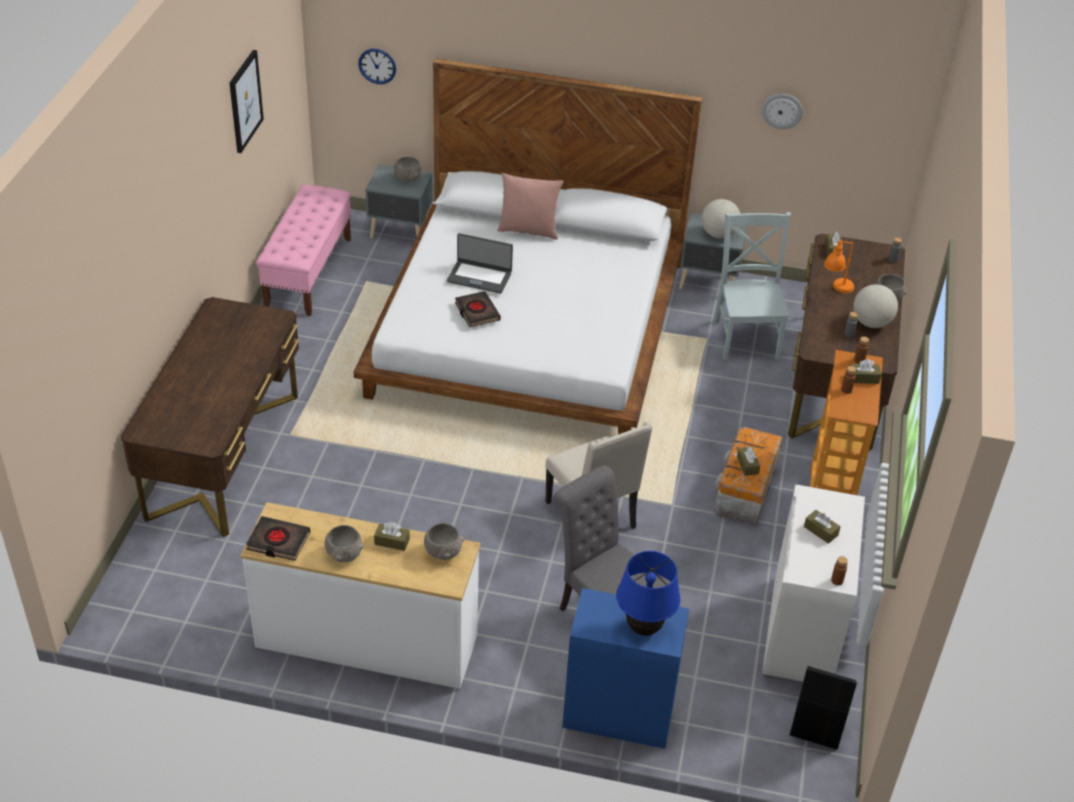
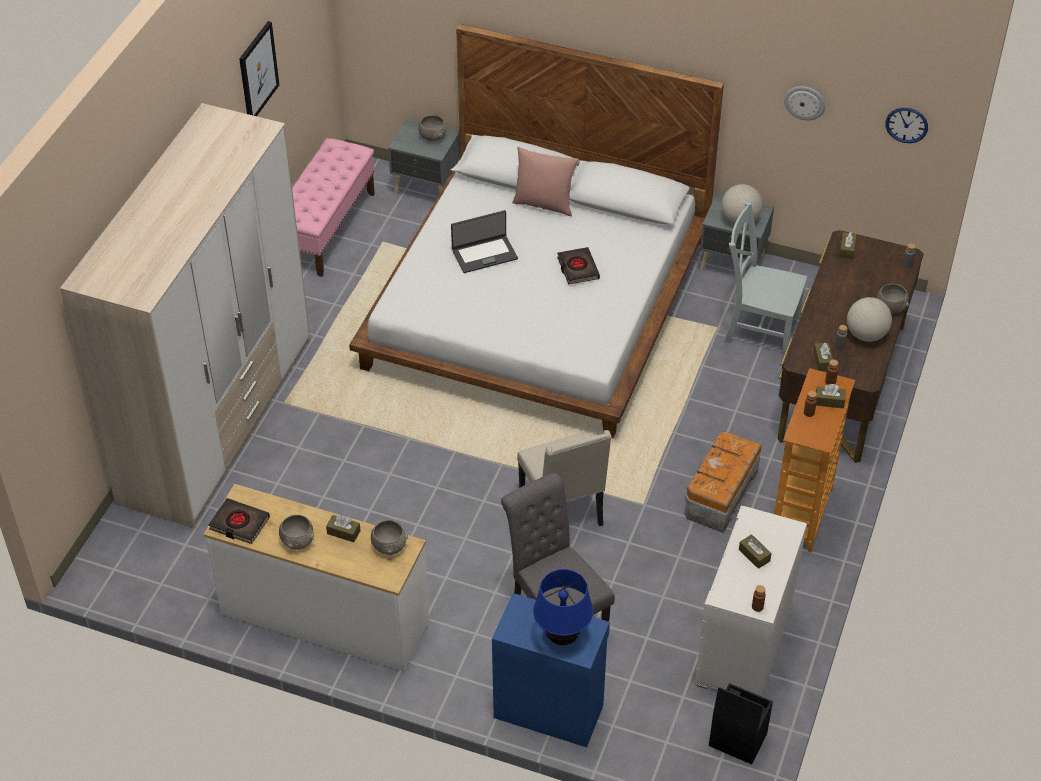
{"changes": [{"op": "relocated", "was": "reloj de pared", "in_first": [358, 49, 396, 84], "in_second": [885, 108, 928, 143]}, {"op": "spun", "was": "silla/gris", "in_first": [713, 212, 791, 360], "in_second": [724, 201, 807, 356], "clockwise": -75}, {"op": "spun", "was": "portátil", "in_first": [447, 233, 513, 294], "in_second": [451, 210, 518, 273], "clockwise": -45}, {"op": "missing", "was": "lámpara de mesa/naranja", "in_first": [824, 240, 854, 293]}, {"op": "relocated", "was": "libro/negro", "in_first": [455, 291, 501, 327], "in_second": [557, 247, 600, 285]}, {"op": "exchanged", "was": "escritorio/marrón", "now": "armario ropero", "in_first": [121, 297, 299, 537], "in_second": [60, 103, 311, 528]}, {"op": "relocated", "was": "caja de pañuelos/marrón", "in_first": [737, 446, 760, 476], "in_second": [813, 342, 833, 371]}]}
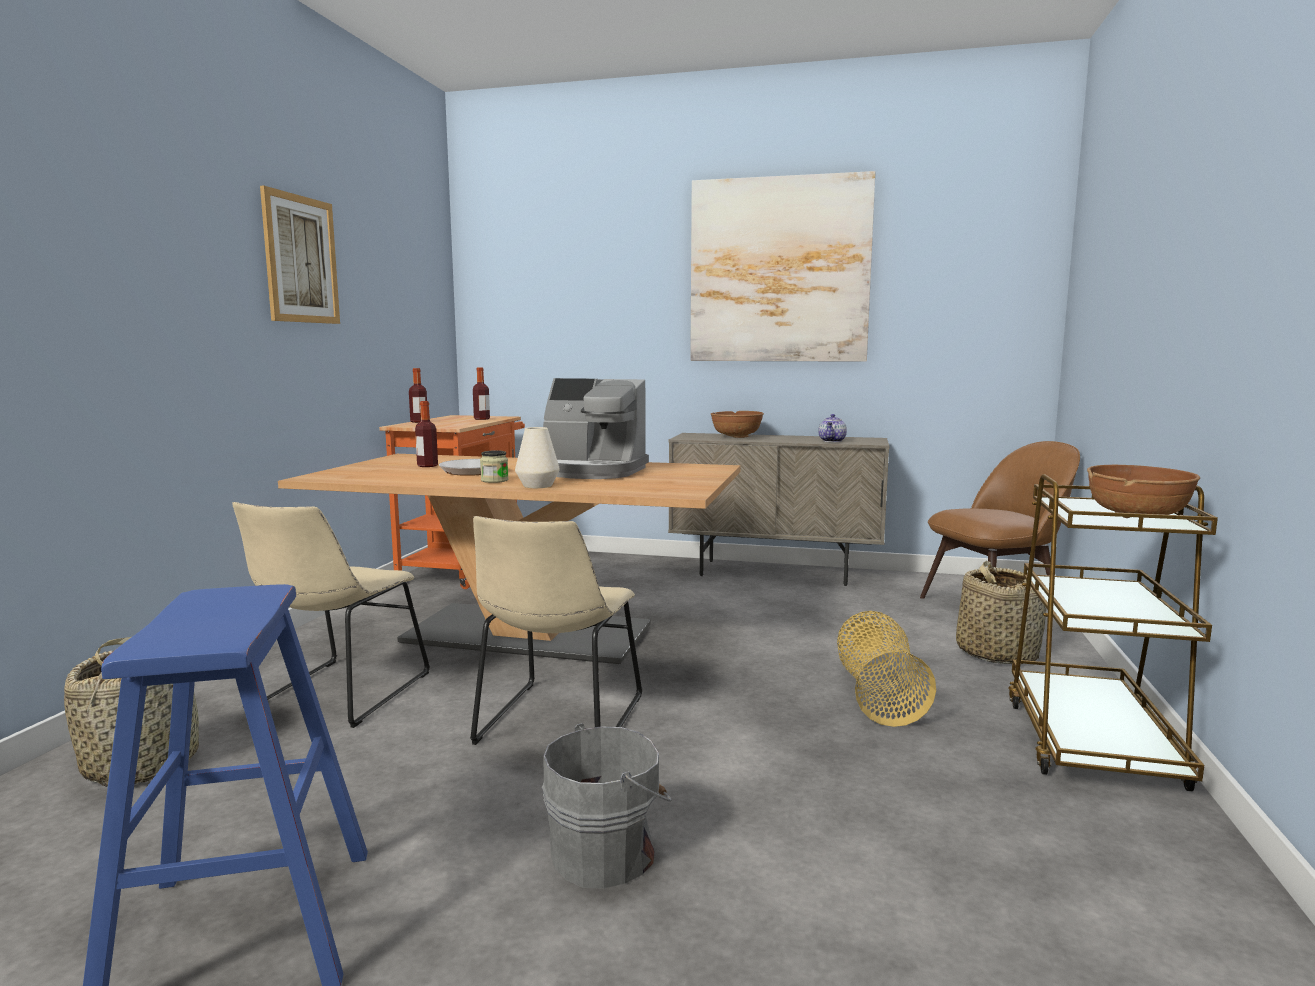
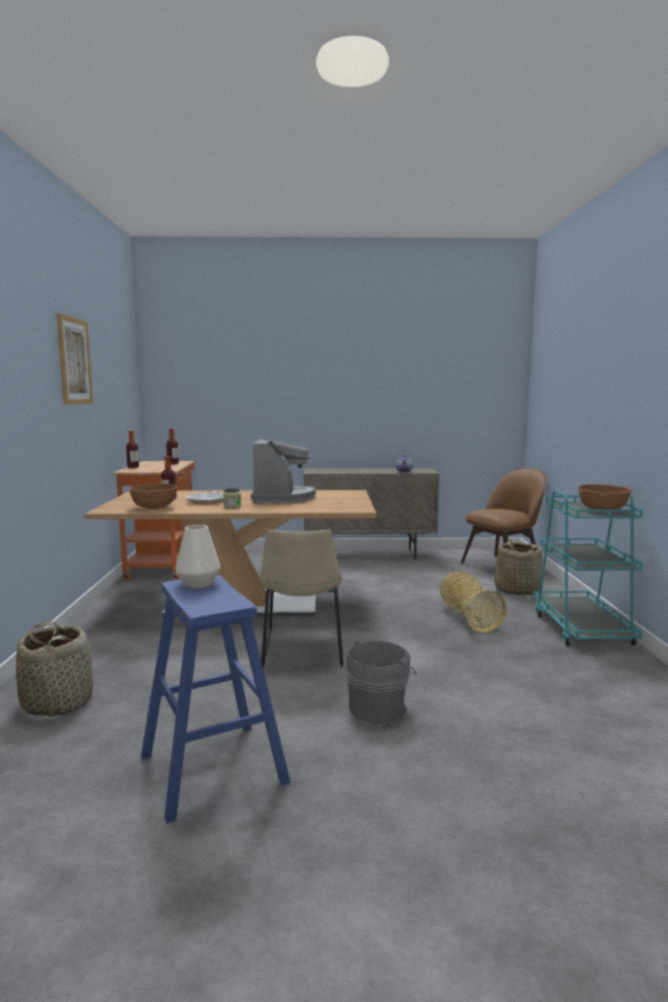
{"changes": [{"op": "missing", "was": "cuadro", "in_first": [690, 171, 876, 362]}, {"op": "spun", "was": "cafetera", "in_first": [543, 378, 649, 479], "in_second": [251, 439, 316, 503], "clockwise": -90}, {"op": "relocated", "was": "cuenco/marrón", "in_first": [711, 411, 764, 438], "in_second": [129, 484, 178, 510]}, {"op": "relocated", "was": "florero/blanco", "in_first": [515, 427, 560, 488], "in_second": [175, 525, 221, 588]}, {"op": "colour", "was": "carrito/marrón", "now": "carrito/turquesa", "in_first": [1008, 474, 1218, 791], "in_second": [534, 491, 643, 646]}, {"op": "missing", "was": "silla/beis", "in_first": [232, 502, 430, 728]}]}
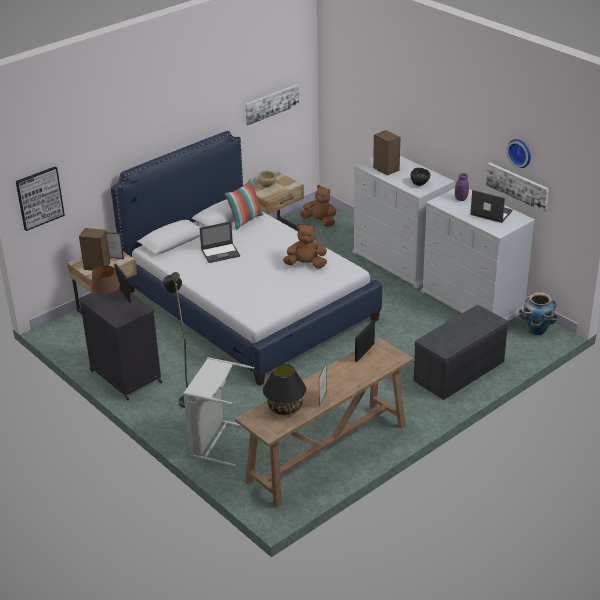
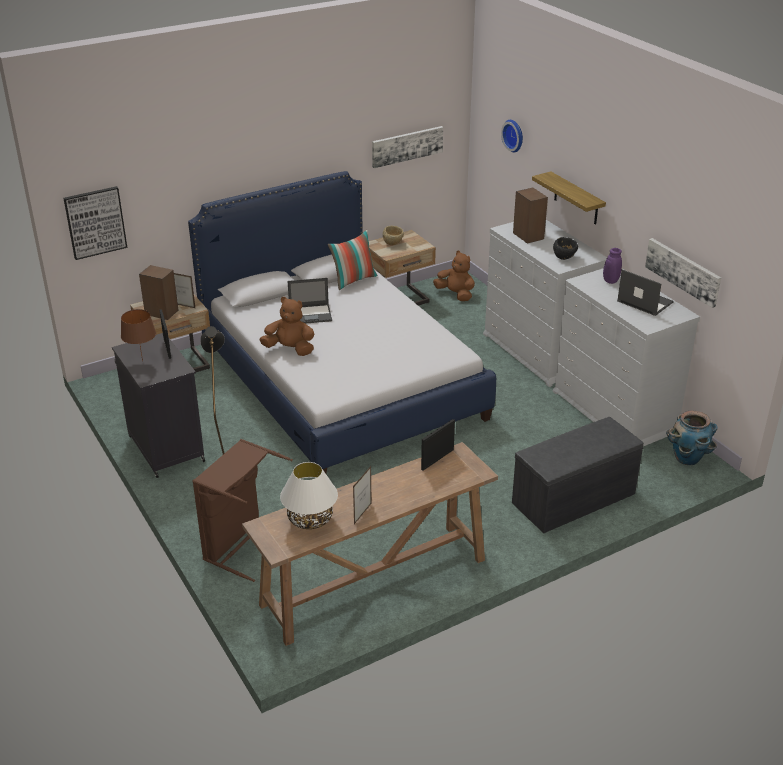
{"changes": [{"op": "relocated", "was": "reloj de pared", "in_first": [506, 139, 531, 168], "in_second": [501, 120, 523, 153]}, {"op": "relocated", "was": "peluche/marrón", "in_first": [283, 224, 327, 269], "in_second": [259, 297, 315, 356]}, {"op": "colour", "was": "cesto de la ropa/gris", "now": "cesto de la ropa/marrón", "in_first": [183, 357, 254, 466], "in_second": [192, 439, 293, 582]}, {"op": "colour", "was": "lámpara de mesa/negro", "now": "lámpara de mesa/blanco", "in_first": [263, 364, 306, 415], "in_second": [280, 462, 338, 529]}, {"op": "appeared", "now": "estante", "in_second": [532, 171, 606, 224]}]}
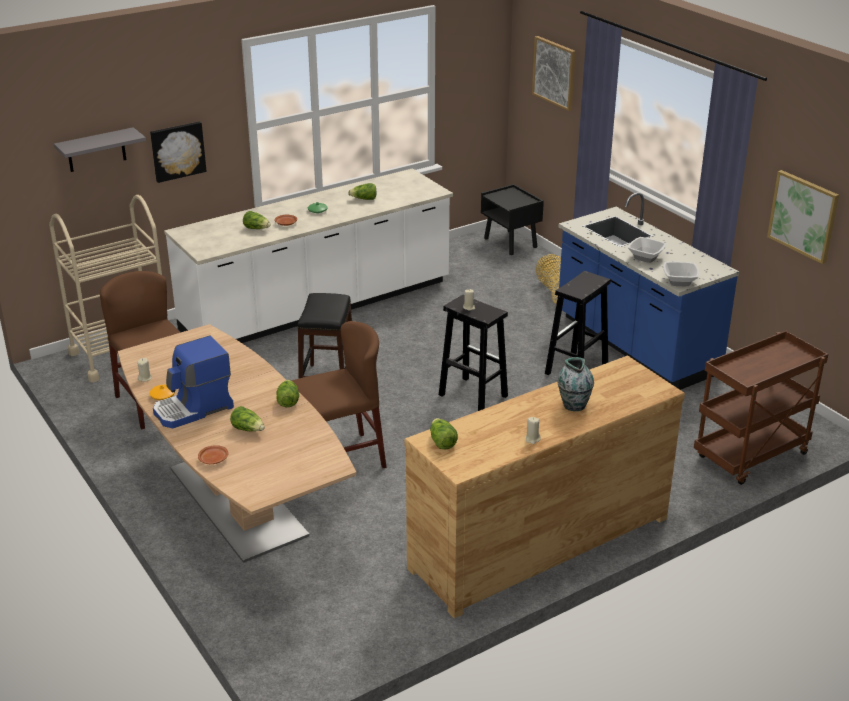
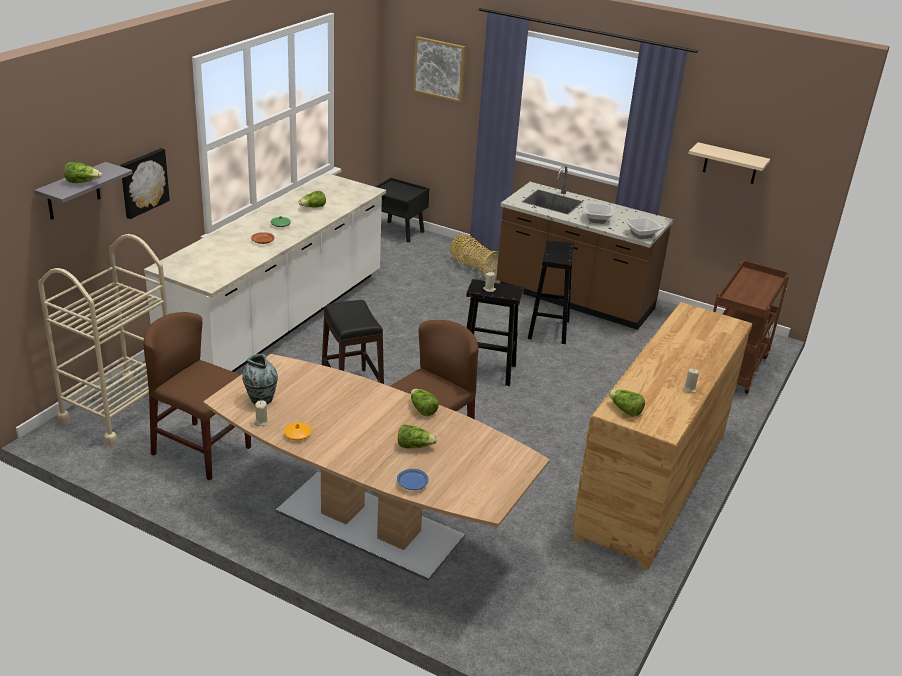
{"changes": [{"op": "exchanged", "was": "cuadro", "now": "estante/beis", "in_first": [767, 170, 839, 264], "in_second": [688, 142, 770, 184]}, {"op": "colour", "was": "mueble bajo de cocina/azul", "now": "mueble bajo de cocina/marrón", "in_first": [558, 192, 739, 390], "in_second": [496, 165, 674, 330]}, {"op": "relocated", "was": "lechuga", "in_first": [243, 211, 271, 229], "in_second": [64, 162, 102, 183]}, {"op": "missing", "was": "cafetera", "in_first": [153, 336, 234, 428]}, {"op": "relocated", "was": "florero", "in_first": [557, 357, 594, 411], "in_second": [242, 354, 278, 404]}, {"op": "colour", "was": "plato/marrón", "now": "plato/azul", "in_first": [198, 445, 229, 464], "in_second": [397, 469, 429, 490]}]}
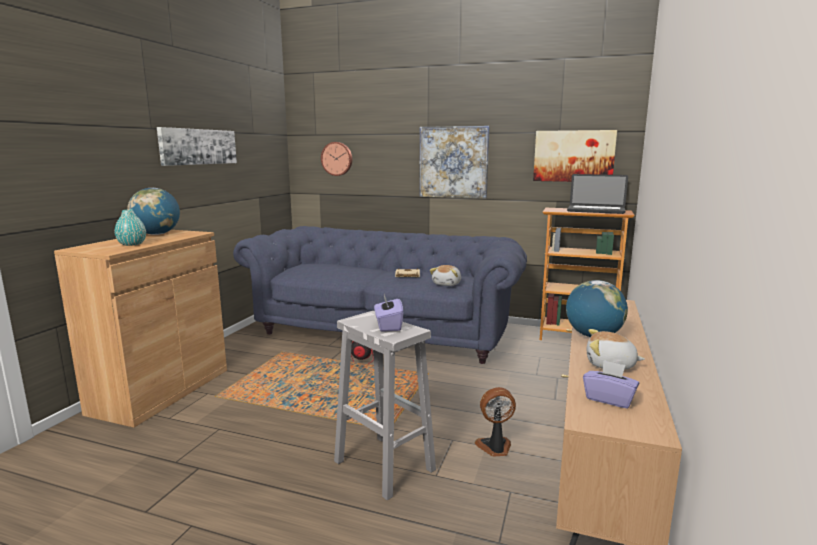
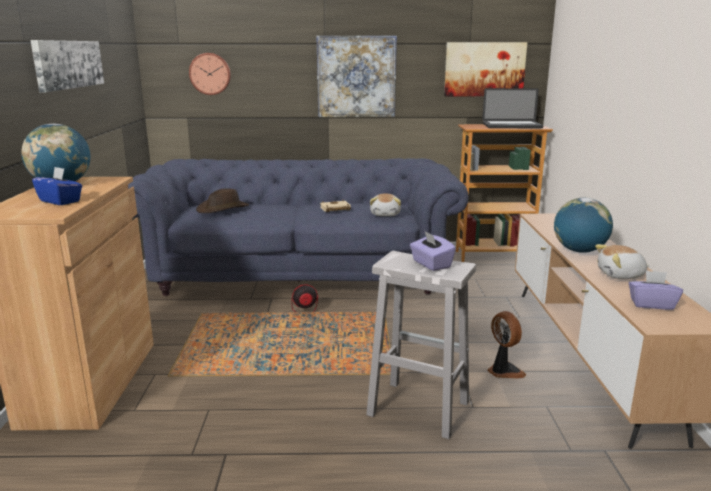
{"changes": [{"op": "exchanged", "was": "florero/turquesa", "now": "caja de pañuelos/azul", "in_first": [114, 209, 146, 246], "in_second": [32, 167, 82, 205]}, {"op": "spun", "was": "ventilador", "in_first": [475, 387, 516, 457], "in_second": [487, 311, 526, 378], "clockwise": 90}, {"op": "appeared", "now": "sombrero/marrón", "in_second": [196, 188, 249, 213]}]}
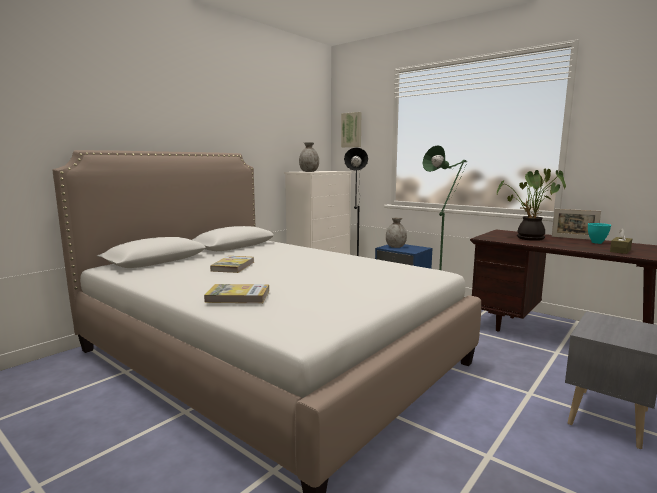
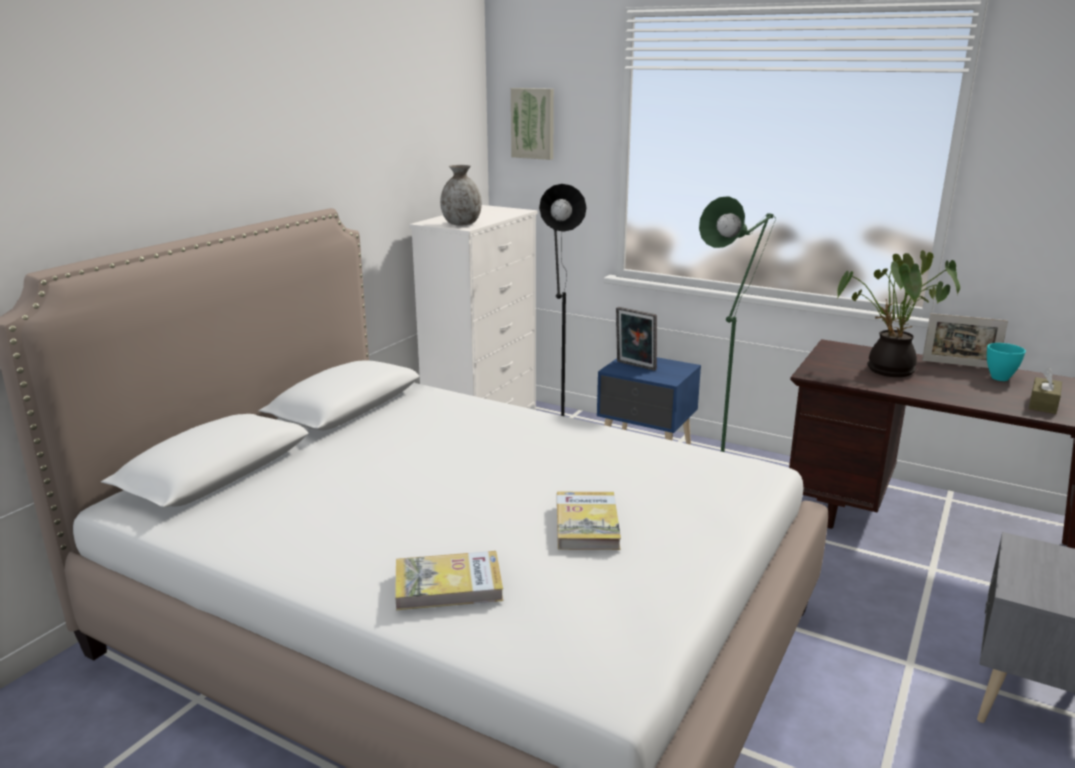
{"changes": [{"op": "exchanged", "was": "florero/gris", "now": "portarretratos", "in_first": [386, 217, 407, 248], "in_second": [616, 307, 657, 371]}, {"op": "relocated", "was": "libro", "in_first": [210, 256, 254, 273], "in_second": [557, 492, 621, 550]}]}
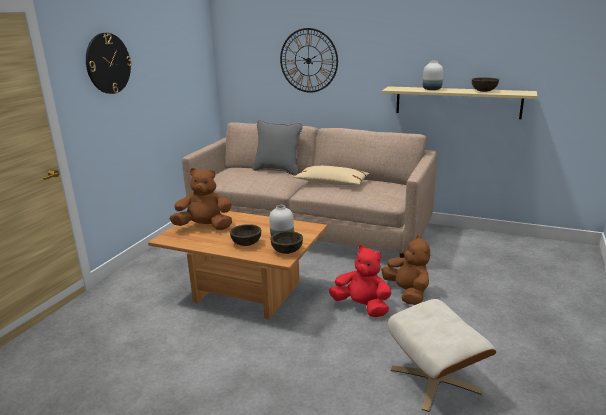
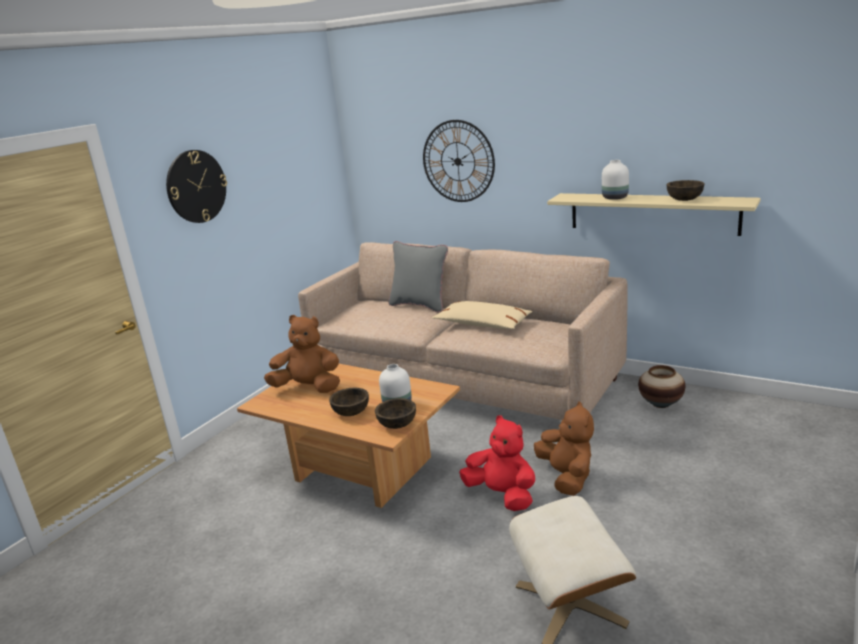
{"changes": [{"op": "appeared", "now": "florero", "in_second": [638, 365, 685, 408]}]}
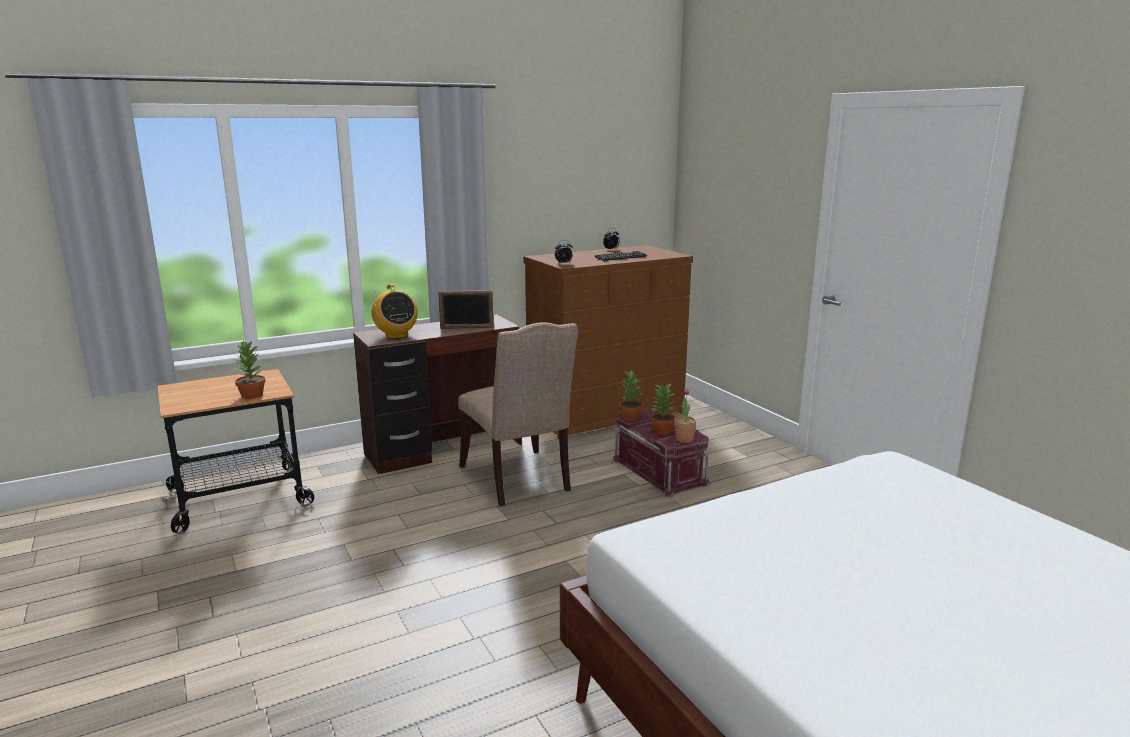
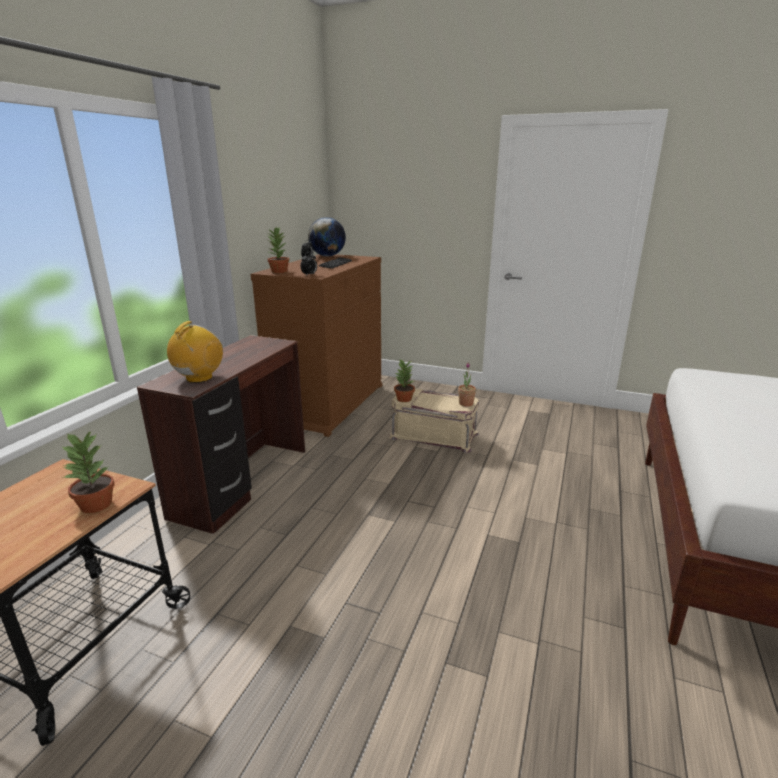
{"changes": [{"op": "spun", "was": "radio", "in_first": [372, 284, 418, 339], "in_second": [167, 321, 223, 383], "clockwise": -90}, {"op": "missing", "was": "portarretratos", "in_first": [438, 290, 494, 329]}, {"op": "missing", "was": "silla/beis", "in_first": [458, 323, 578, 506]}, {"op": "relocated", "was": "planta en maceta", "in_first": [651, 383, 676, 435], "in_second": [268, 227, 289, 273]}, {"op": "colour", "was": "caja de almacenaje/rojo", "now": "caja de almacenaje/beis", "in_first": [612, 409, 710, 498], "in_second": [389, 388, 479, 453]}, {"op": "appeared", "now": "globo terráqueo", "in_second": [308, 217, 346, 256]}]}
